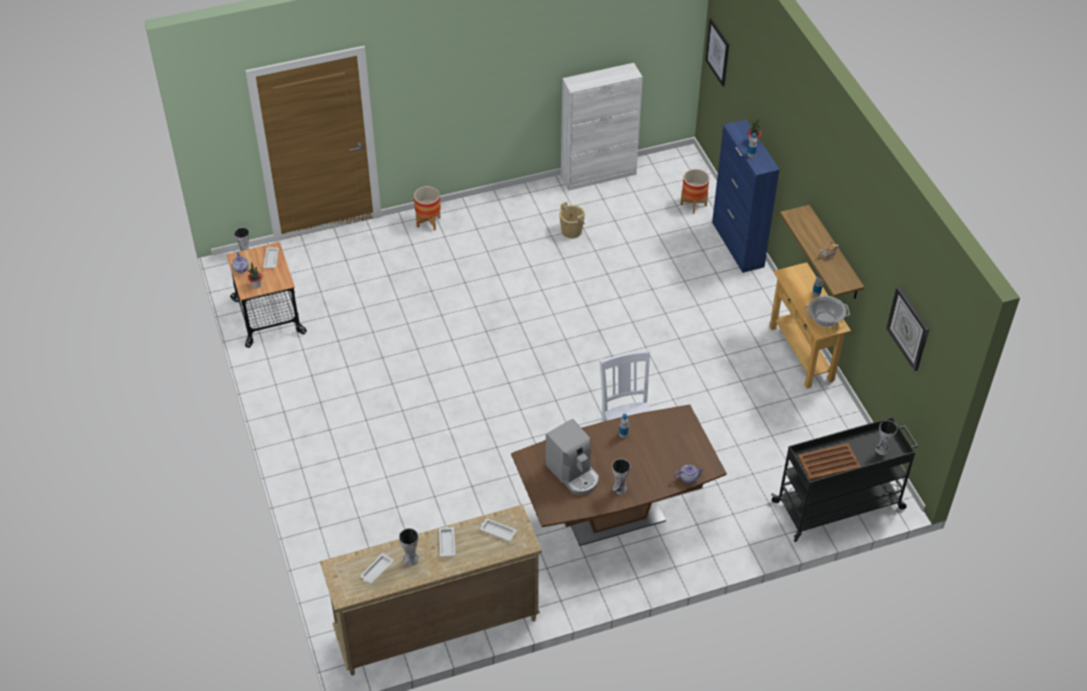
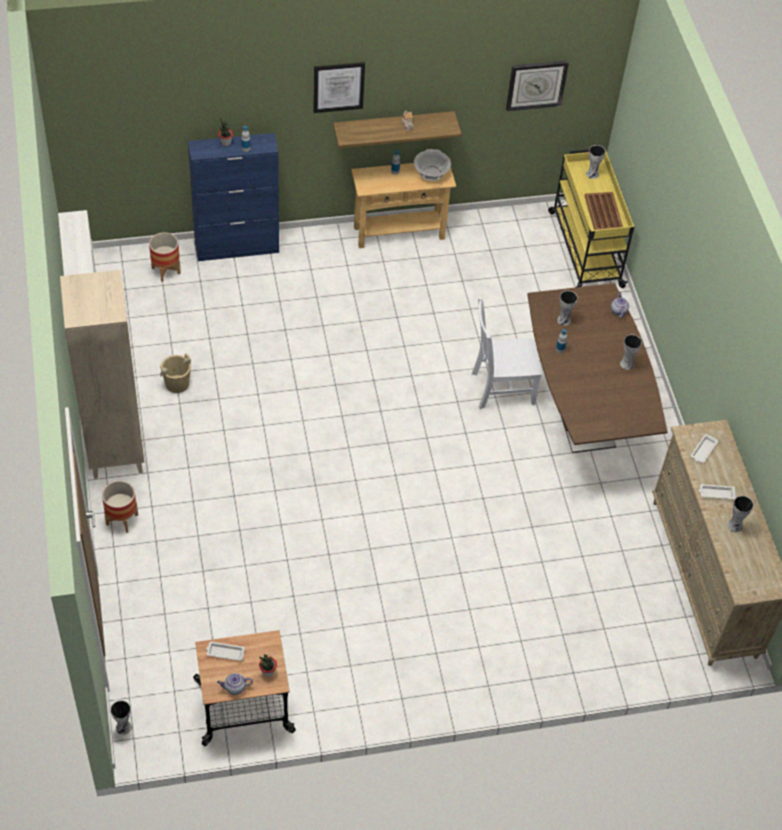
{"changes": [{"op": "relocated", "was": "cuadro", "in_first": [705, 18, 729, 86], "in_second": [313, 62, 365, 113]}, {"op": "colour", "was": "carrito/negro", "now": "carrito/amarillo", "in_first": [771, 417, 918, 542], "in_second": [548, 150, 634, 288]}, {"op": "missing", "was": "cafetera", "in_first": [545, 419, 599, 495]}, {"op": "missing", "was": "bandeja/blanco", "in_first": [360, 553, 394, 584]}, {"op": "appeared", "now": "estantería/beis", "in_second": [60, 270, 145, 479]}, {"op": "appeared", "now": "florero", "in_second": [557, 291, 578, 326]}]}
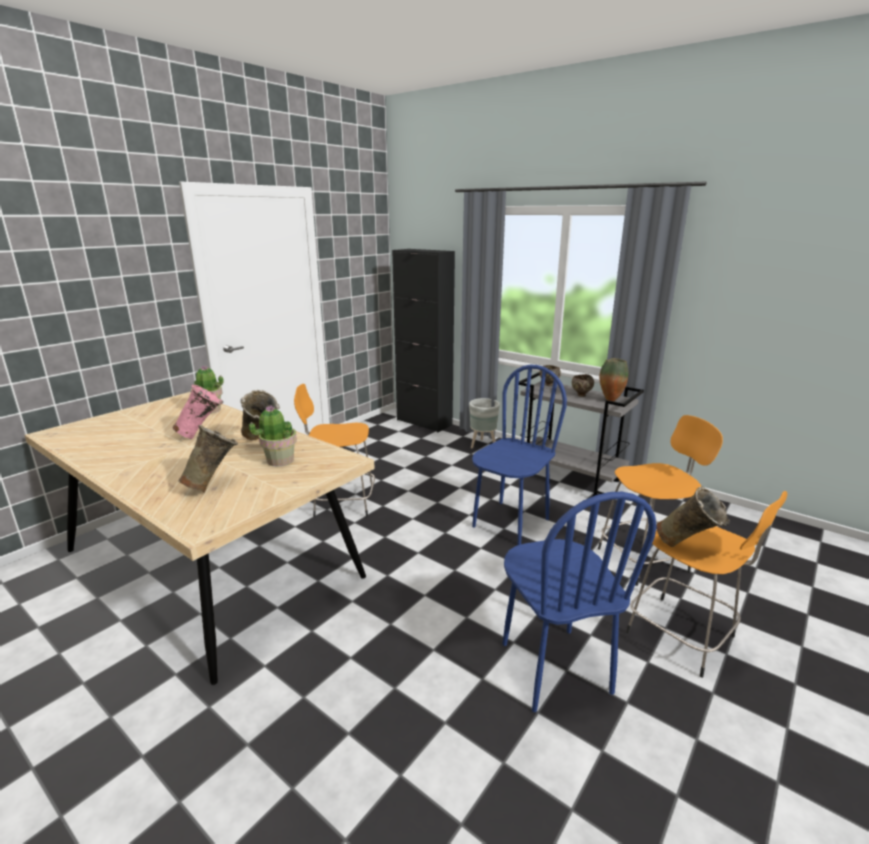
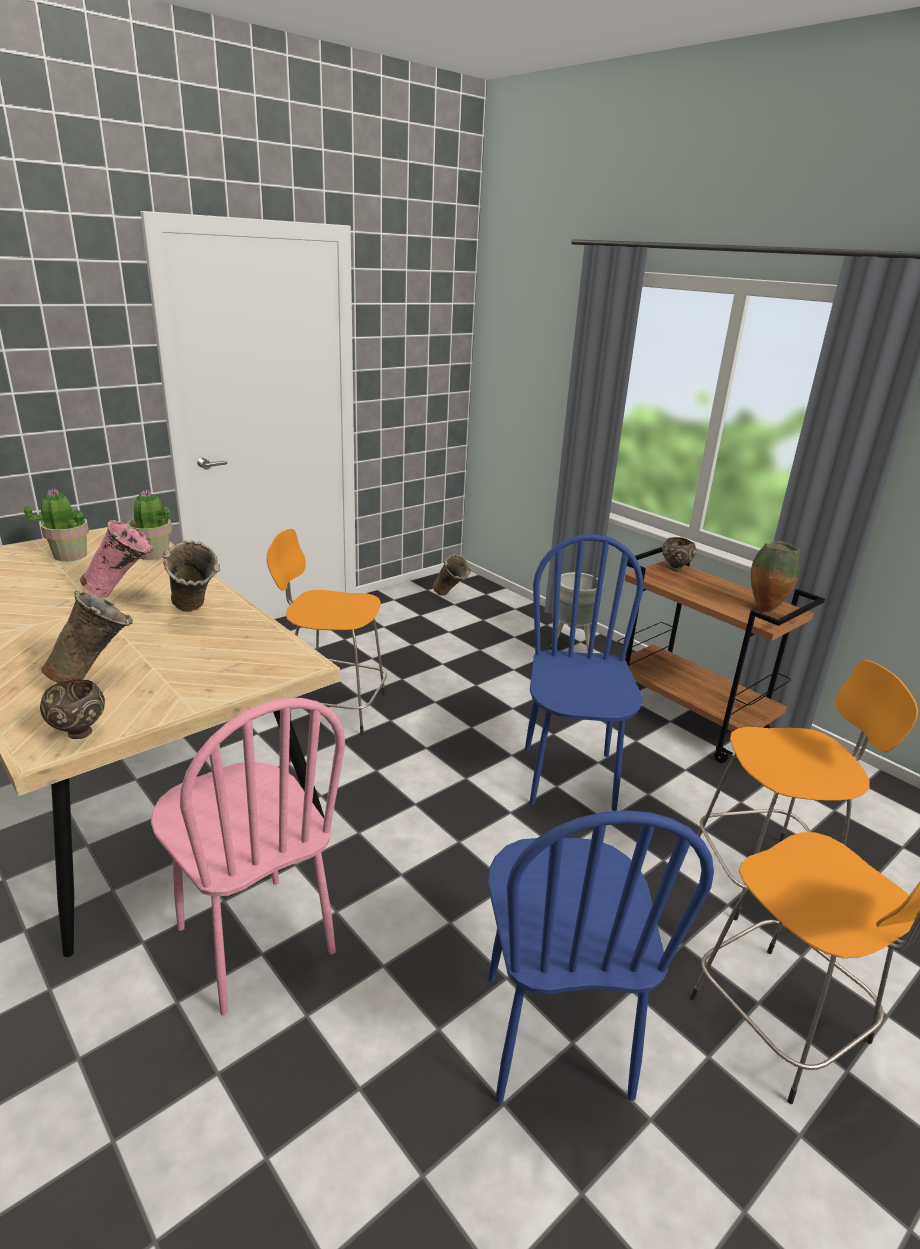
{"changes": [{"op": "missing", "was": "armario/negro", "in_first": [392, 249, 455, 432]}, {"op": "spun", "was": "silla/azul", "in_first": [472, 365, 567, 545], "in_second": [525, 534, 643, 811], "clockwise": -45}, {"op": "colour", "was": "carrito/gris", "now": "carrito/marrón", "in_first": [519, 372, 644, 496], "in_second": [618, 547, 825, 763]}, {"op": "relocated", "was": "cuenco/marrón", "in_first": [572, 374, 594, 397], "in_second": [40, 680, 105, 739]}, {"op": "relocated", "was": "planta en maceta", "in_first": [249, 405, 297, 467], "in_second": [24, 489, 89, 561]}, {"op": "relocated", "was": "florero/beis", "in_first": [656, 487, 730, 547], "in_second": [433, 554, 472, 596]}, {"op": "appeared", "now": "silla/rosa", "in_second": [151, 698, 345, 1016]}]}
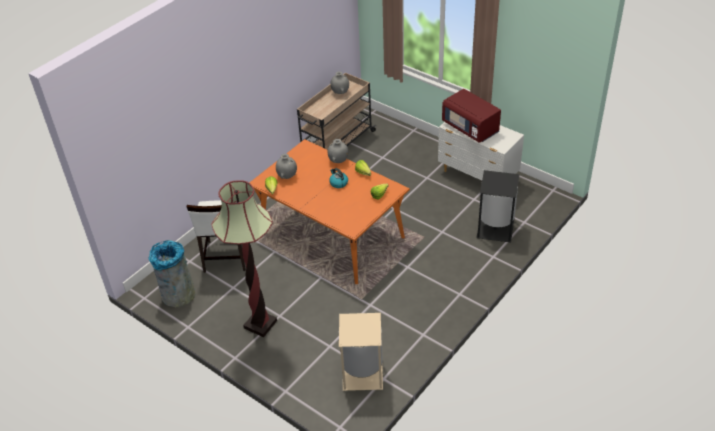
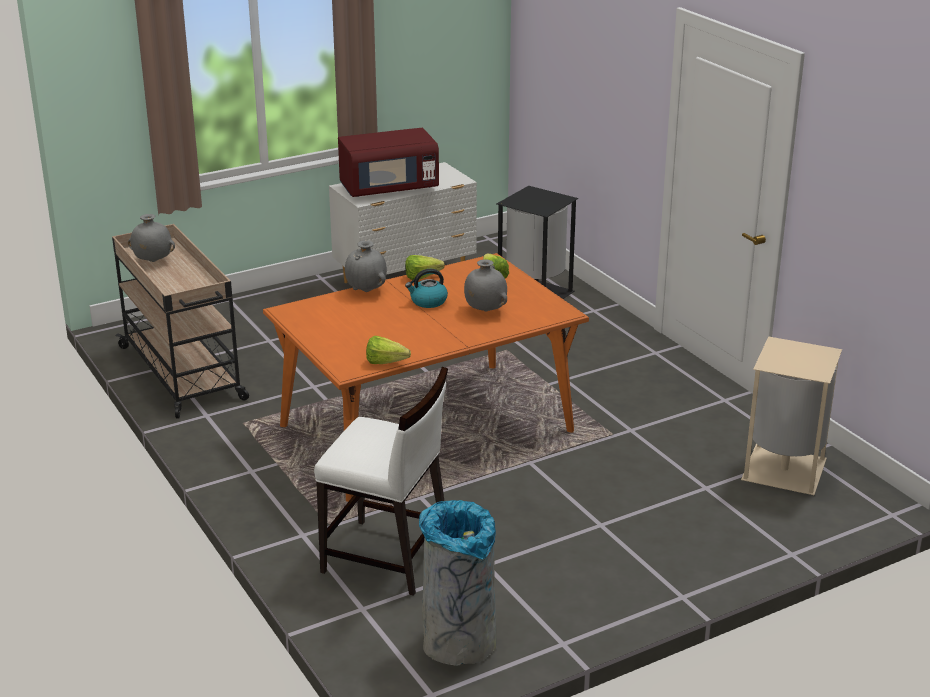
{"changes": [{"op": "relocated", "was": "florero/gris", "in_first": [276, 154, 297, 179], "in_second": [464, 259, 507, 311]}, {"op": "missing", "was": "lámpara de pie", "in_first": [211, 180, 277, 337]}]}
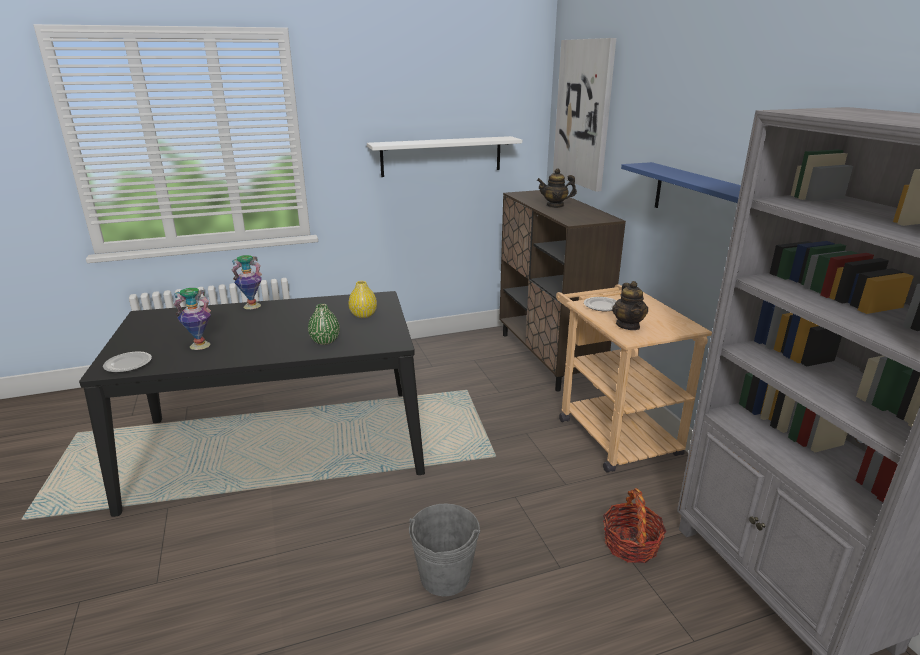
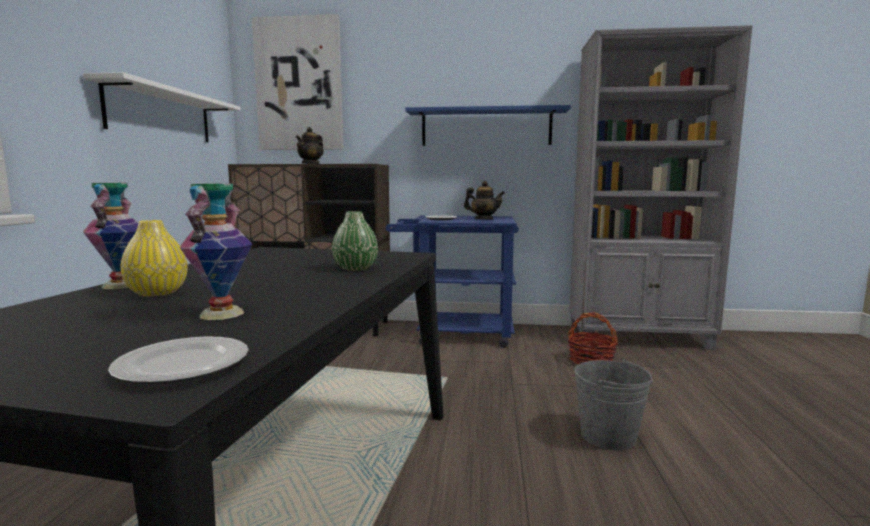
{"changes": [{"op": "relocated", "was": "florero/amarillo", "in_first": [348, 281, 377, 318], "in_second": [120, 220, 188, 297]}, {"op": "colour", "was": "carrito/beis", "now": "carrito/azul", "in_first": [556, 284, 712, 472], "in_second": [386, 216, 519, 348]}]}
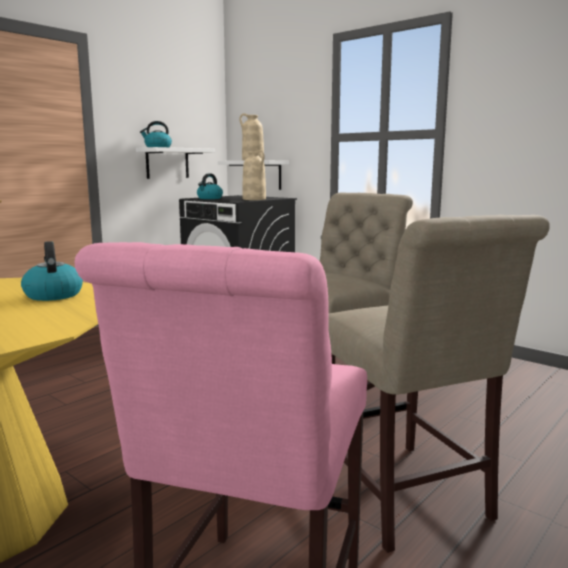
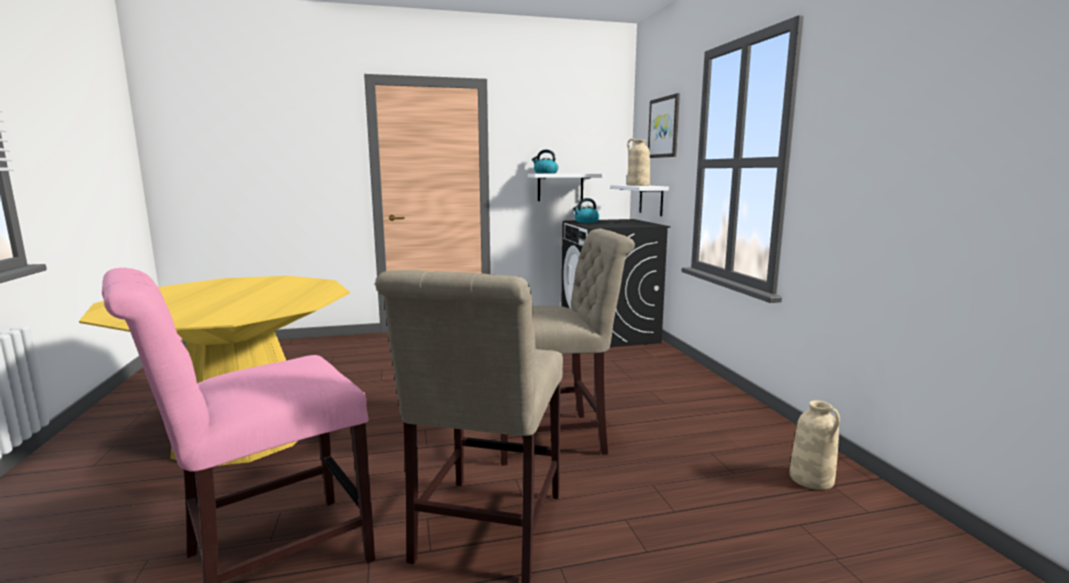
{"changes": [{"op": "relocated", "was": "florero/beis", "in_first": [242, 150, 266, 200], "in_second": [790, 400, 840, 490]}, {"op": "missing", "was": "hervidor", "in_first": [21, 241, 83, 301]}, {"op": "appeared", "now": "cuadro", "in_second": [648, 93, 680, 158]}]}
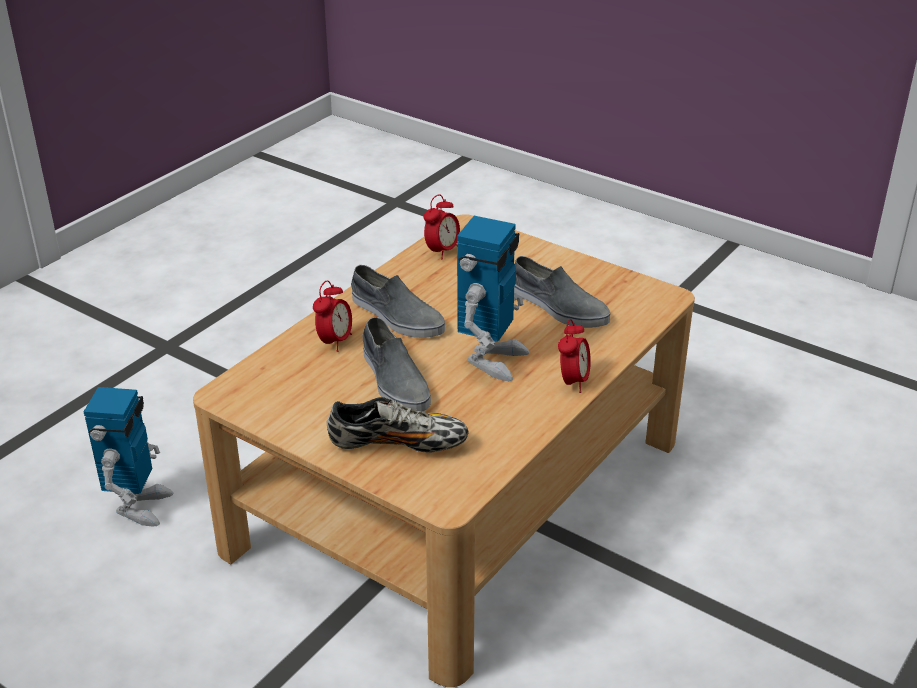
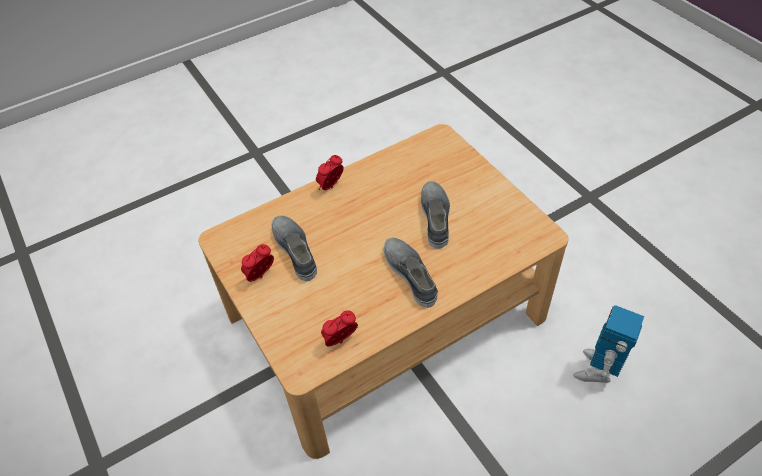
{"changes": [{"op": "missing", "was": "robot de juguete", "in_first": [457, 216, 530, 381]}, {"op": "relocated", "was": "despertador", "in_first": [313, 280, 352, 352], "in_second": [241, 244, 274, 282]}, {"op": "missing", "was": "zapato", "in_first": [327, 397, 468, 453]}]}
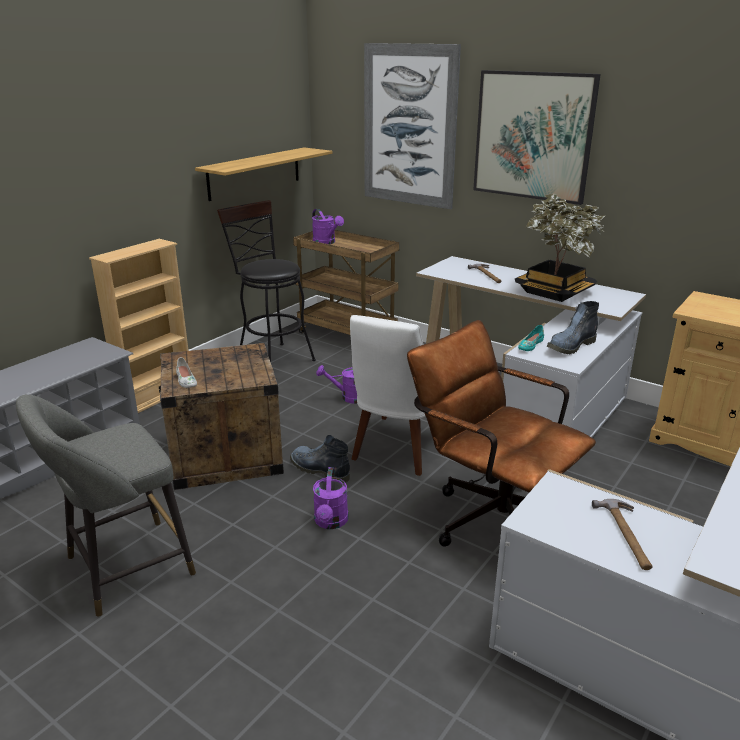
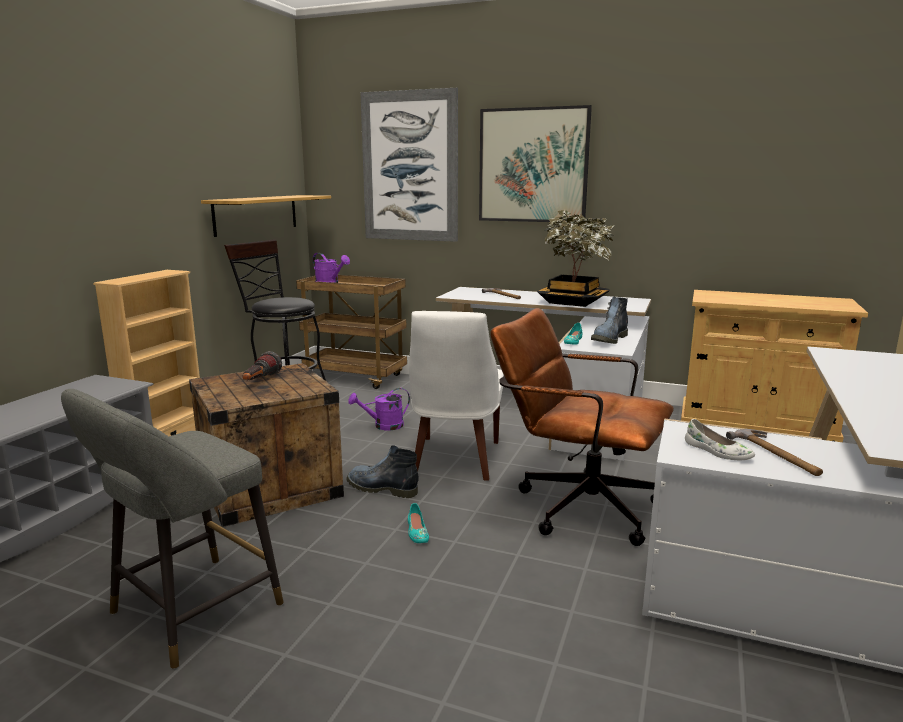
{"changes": [{"op": "relocated", "was": "zapato/blanco", "in_first": [176, 357, 197, 388], "in_second": [685, 419, 755, 460]}, {"op": "exchanged", "was": "regadera/morado", "now": "zapato/turquesa", "in_first": [313, 467, 348, 529], "in_second": [408, 503, 429, 543]}, {"op": "appeared", "now": "linterna", "in_second": [243, 351, 282, 380]}]}
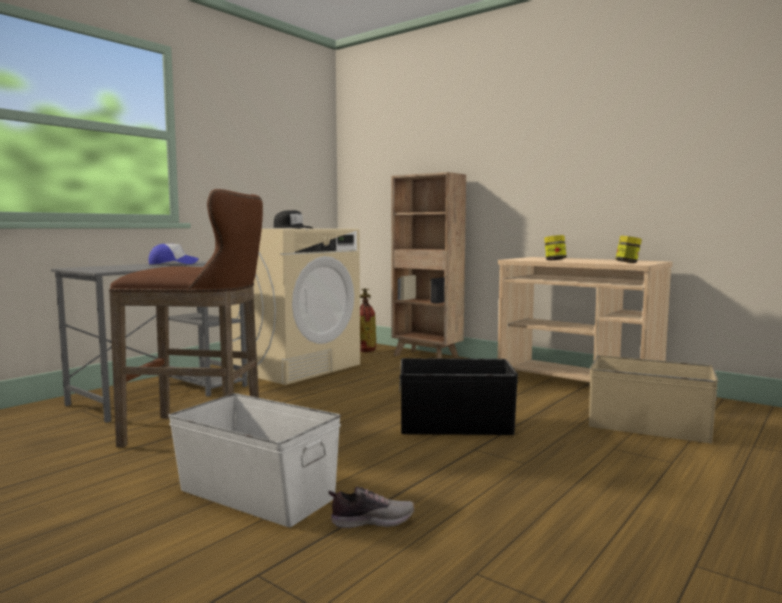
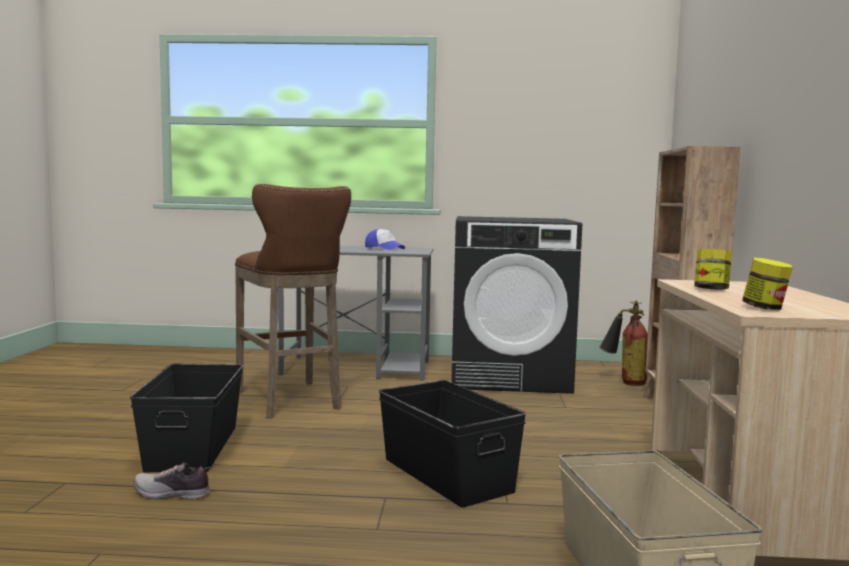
{"changes": [{"op": "missing", "was": "gorra/negro", "in_first": [273, 210, 313, 229]}, {"op": "colour", "was": "lavadora/beis", "now": "lavadora/negro", "in_first": [231, 229, 360, 385], "in_second": [451, 216, 582, 394]}, {"op": "colour", "was": "caja de almacenaje/blanco", "now": "caja de almacenaje/negro", "in_first": [168, 393, 341, 527], "in_second": [130, 364, 243, 472]}, {"op": "spun", "was": "zapato", "in_first": [328, 487, 415, 528], "in_second": [134, 462, 211, 500], "clockwise": 135}]}
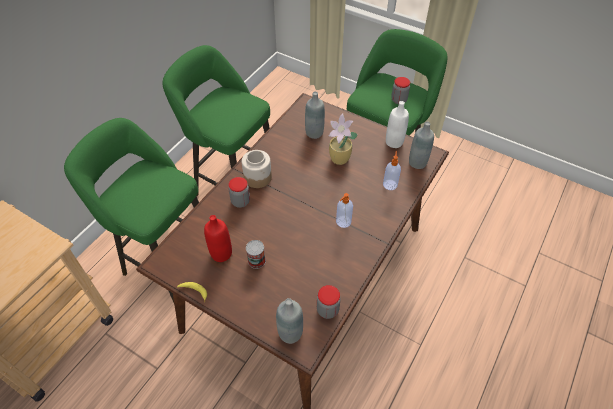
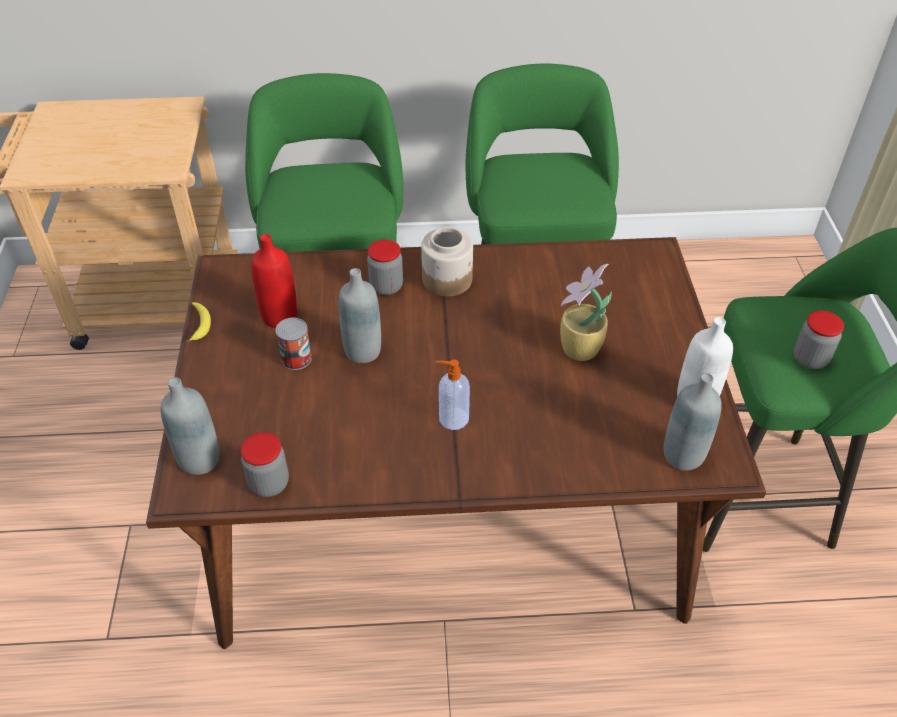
{"changes": [{"op": "relocated", "was": "botella/gris", "in_first": [305, 92, 325, 139], "in_second": [338, 268, 381, 363]}, {"op": "missing", "was": "dispensador de jabón", "in_first": [383, 151, 401, 190]}]}
